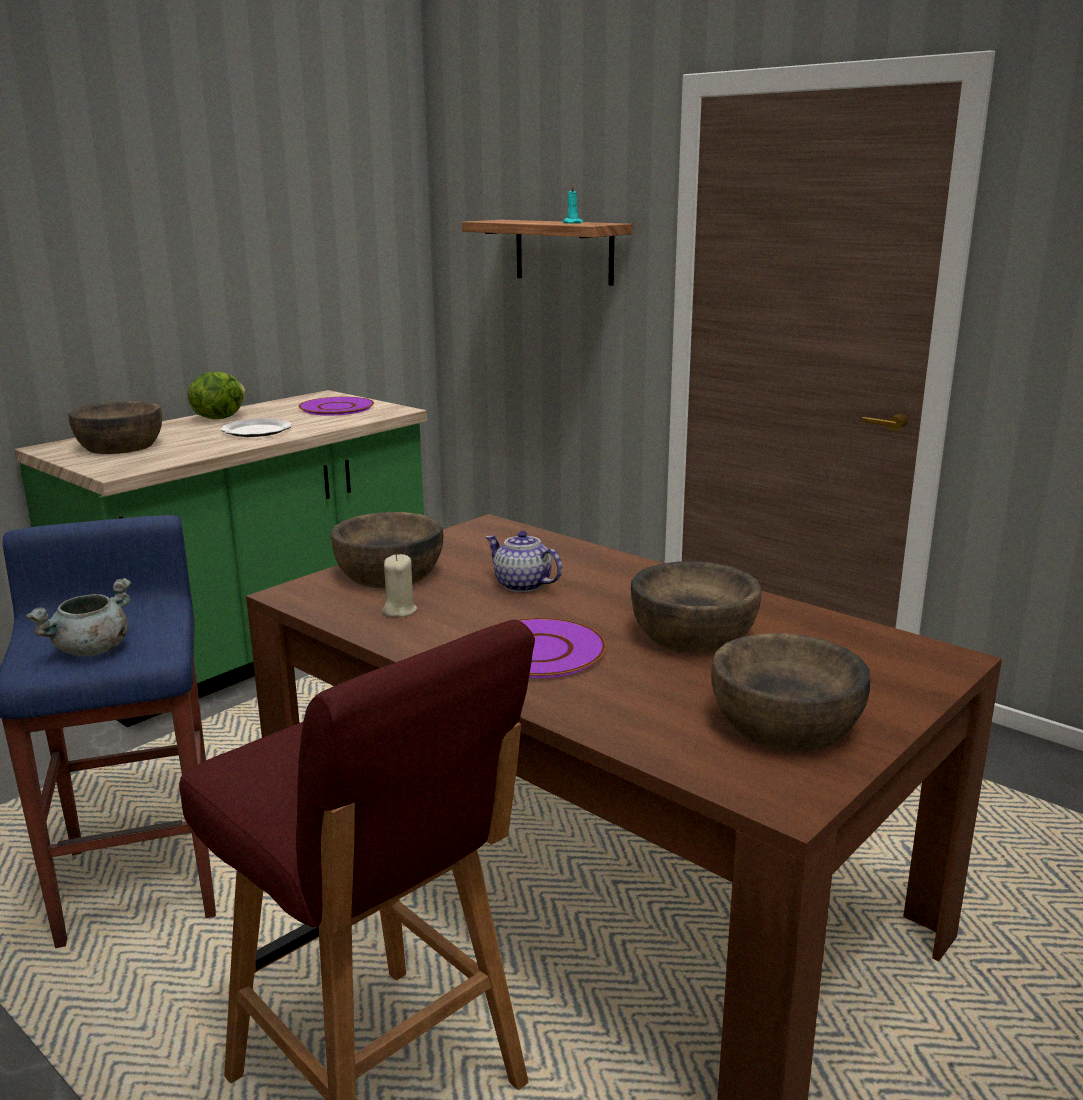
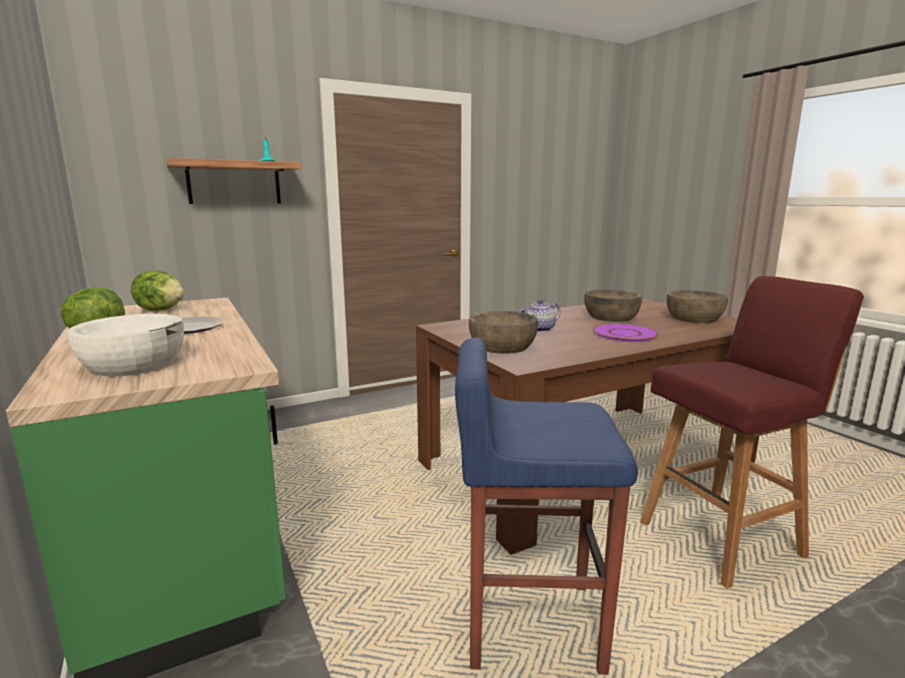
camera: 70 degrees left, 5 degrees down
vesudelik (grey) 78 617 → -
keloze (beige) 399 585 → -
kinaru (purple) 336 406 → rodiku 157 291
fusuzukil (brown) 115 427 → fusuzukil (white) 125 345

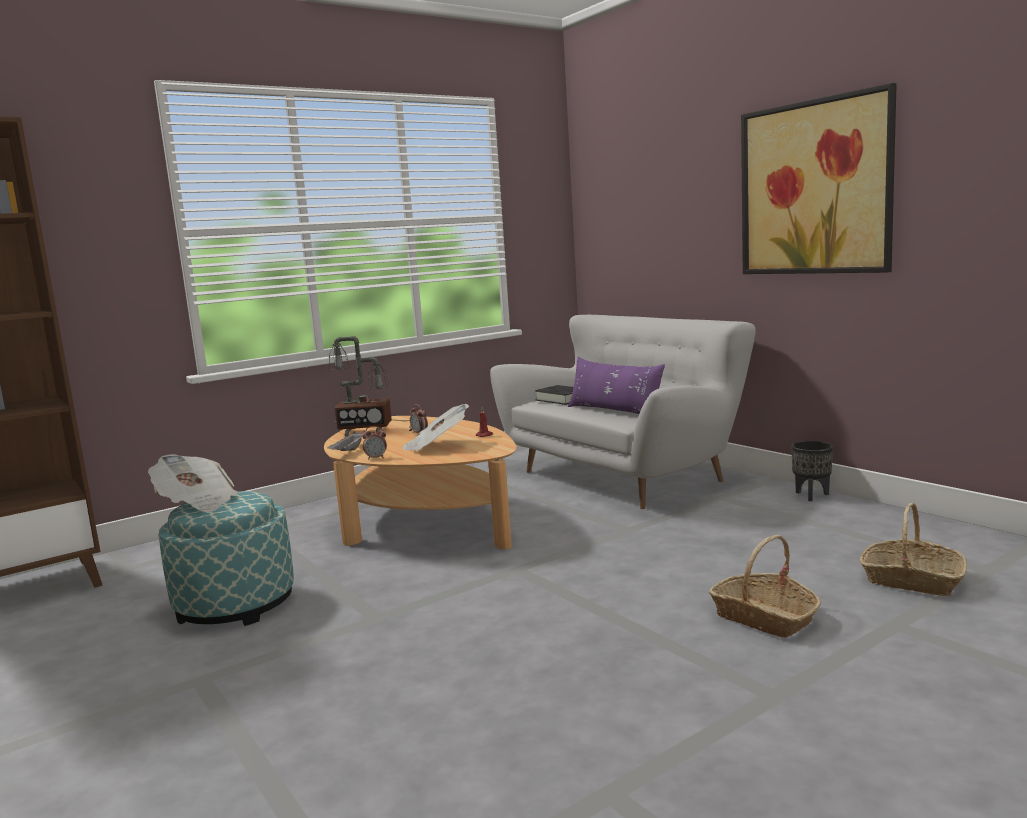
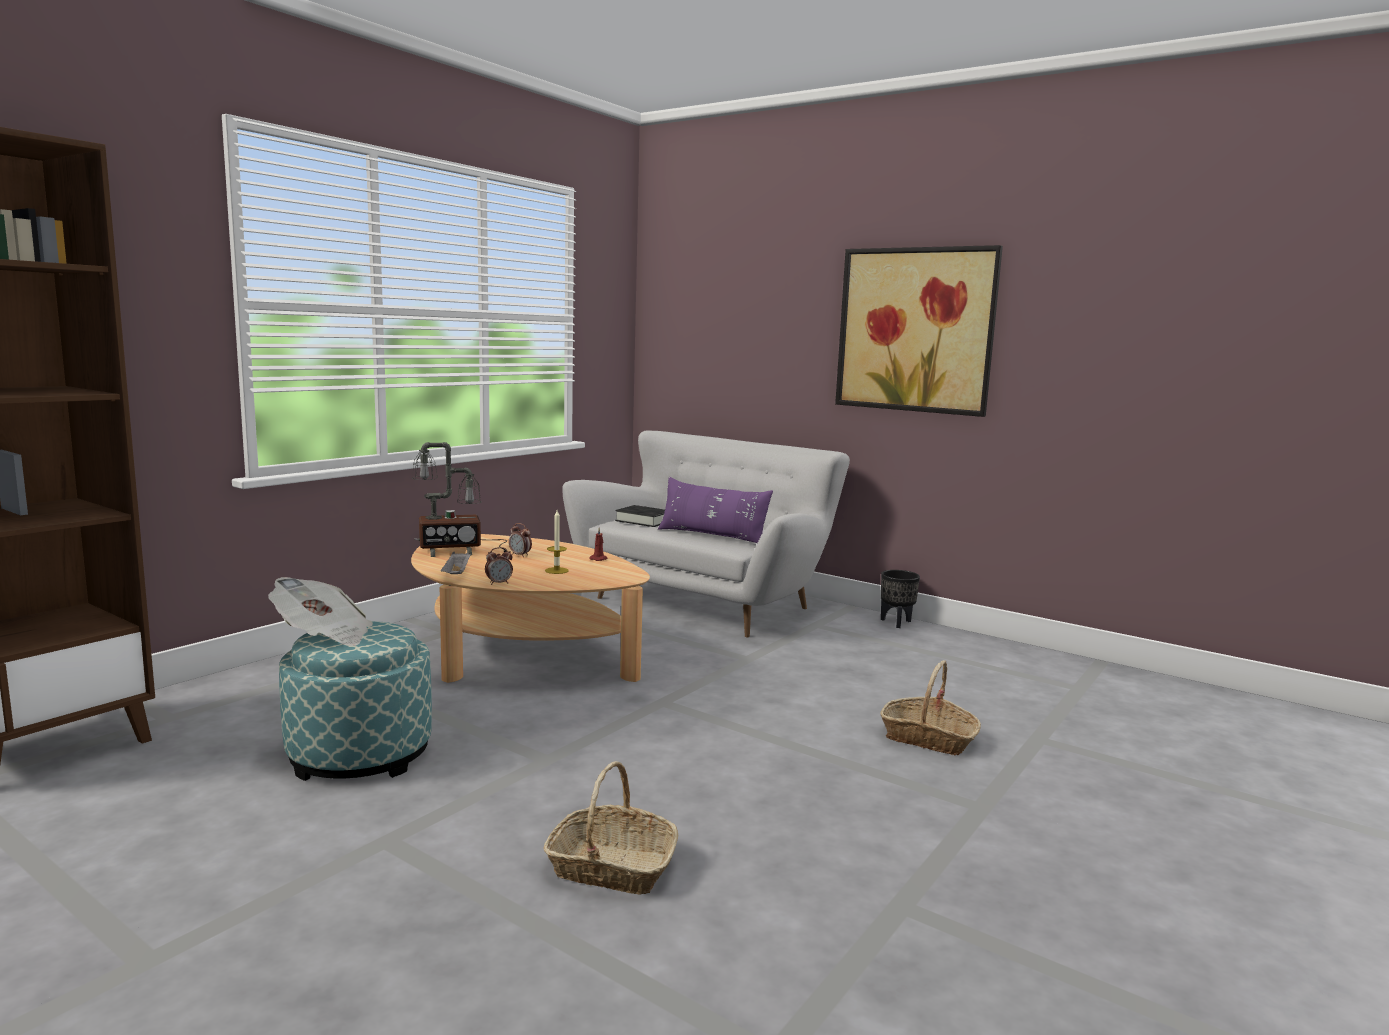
camera: 20 degrees left, 0 degrees up
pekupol 913 549 → pekupol 610 828, shifted
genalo 435 427 → keloze 557 542

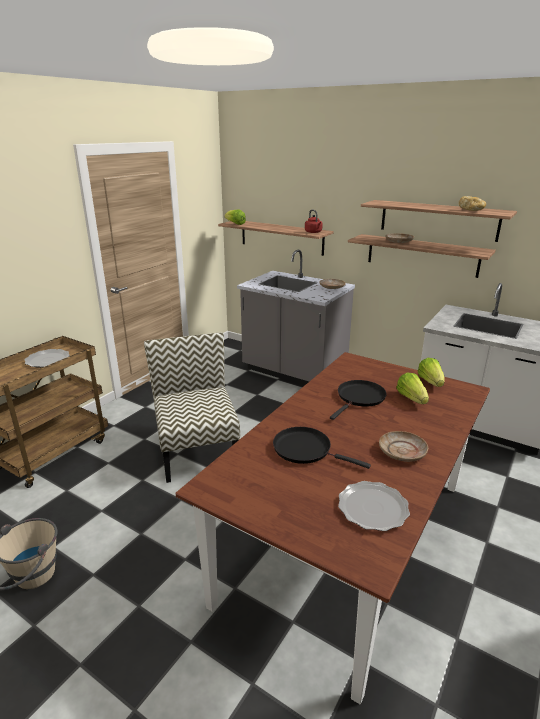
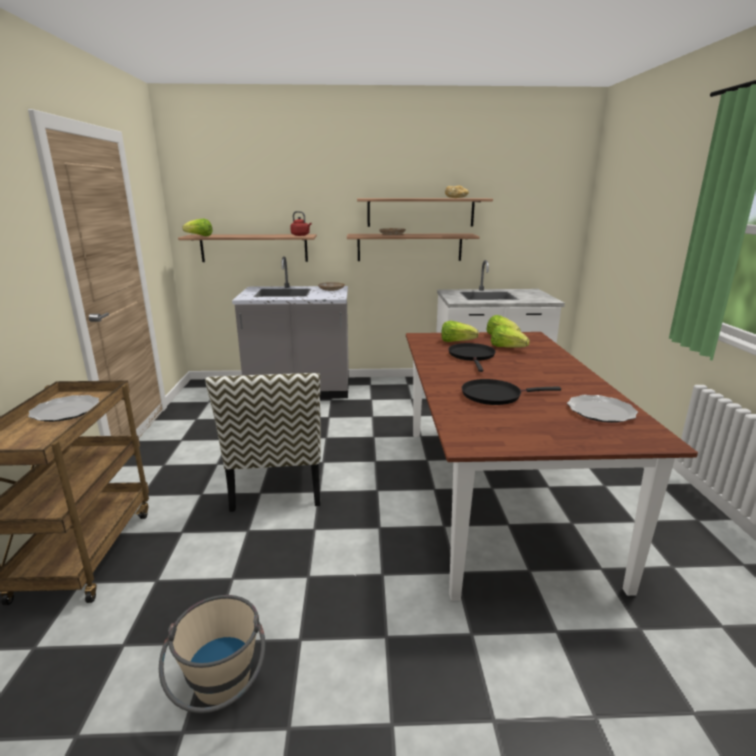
camera: 35 degrees left, 5 degrees down
kinaru (beige) 403 446 → -
- → rodiku 460 331
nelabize 192 408 → nelabize 263 442, 135 degrees counterclockwise

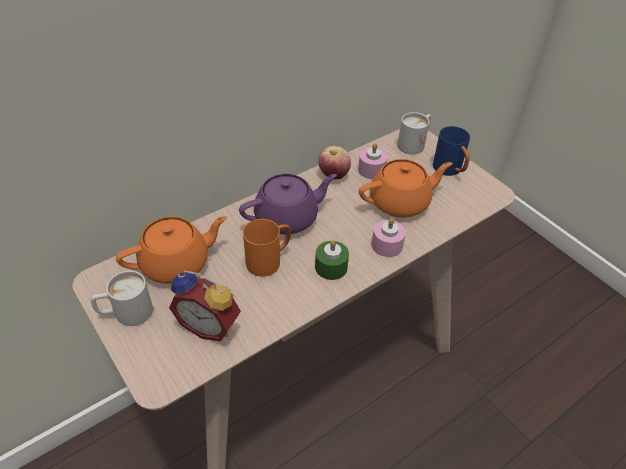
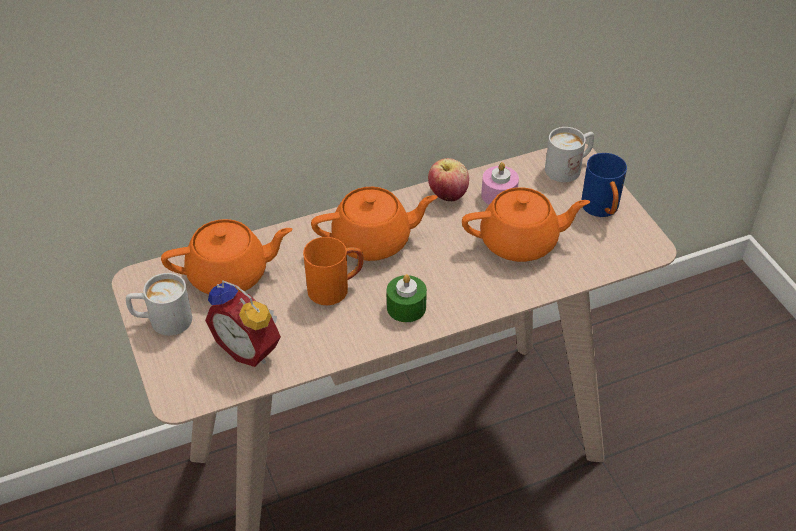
camera: 15 degrees right, 0 degrees up
keloze (pink) 389 237 → -
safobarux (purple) 288 204 → safobarux (orange) 374 224

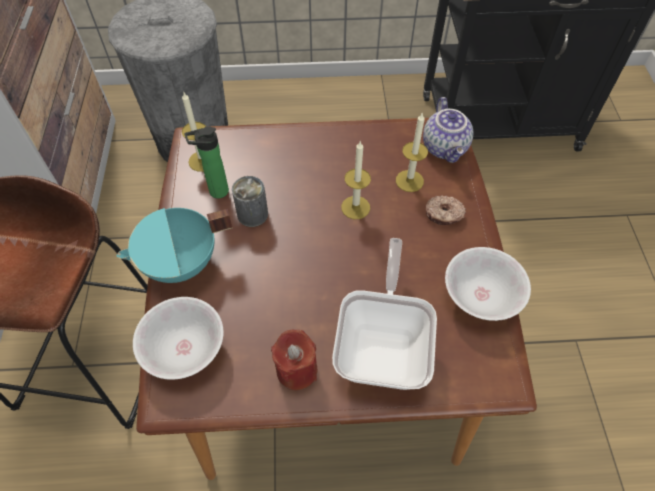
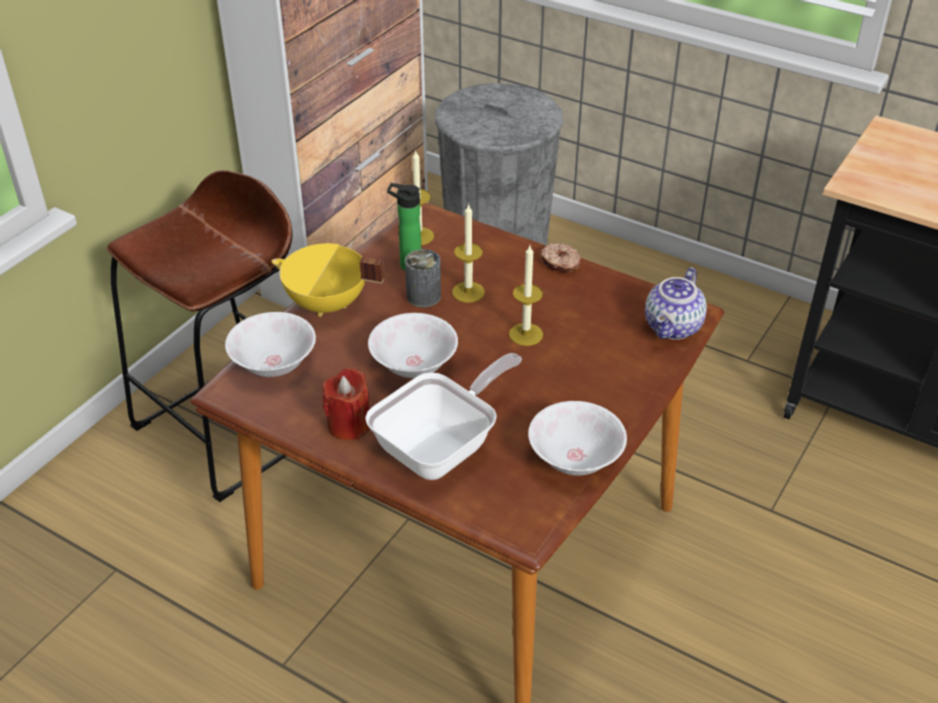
camera: 35 degrees right, 15 degrees down
- → fusuzukil (white) 413 345
keloze 412 152 → keloze 468 253, shifted
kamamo 446 210 → kamamo 560 258, shifted
vesudelik (turquoise) 174 245 → vesudelik (yellow) 328 280

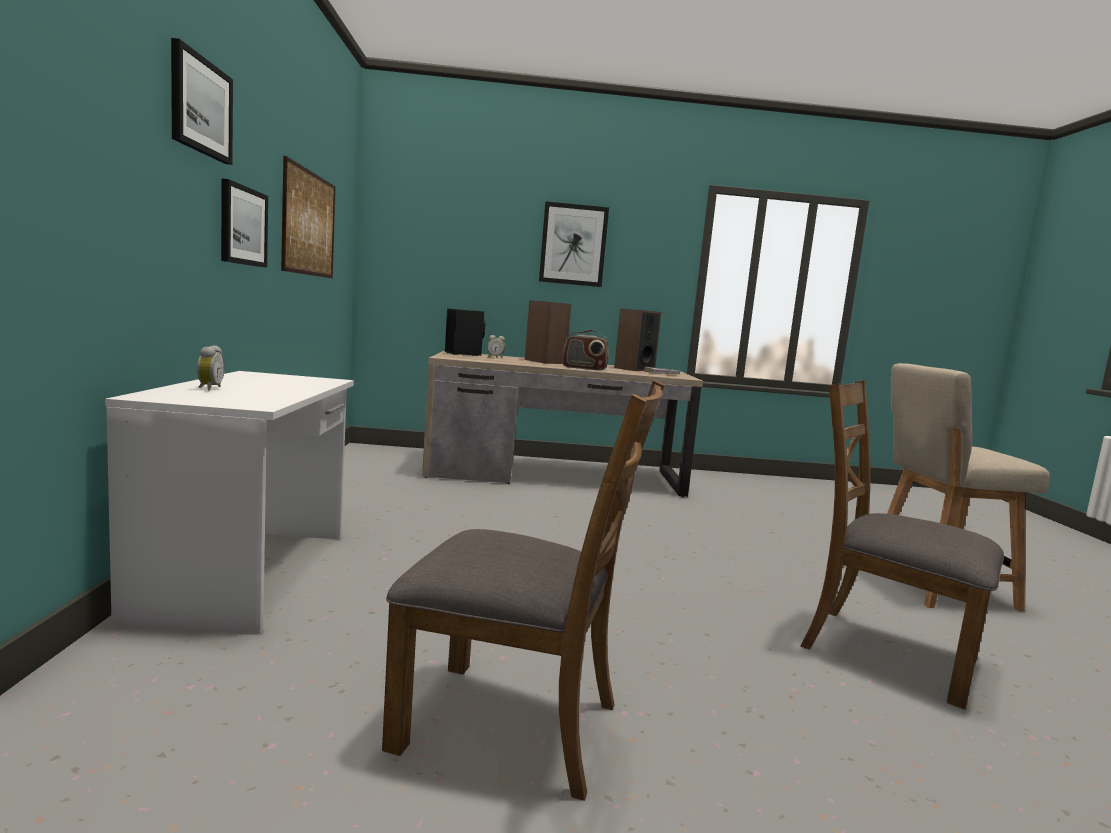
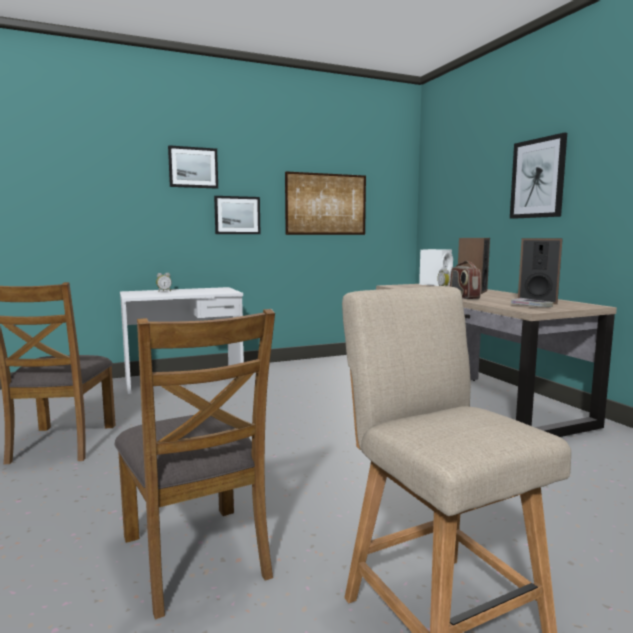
camera: 70 degrees right, 0 degrees up
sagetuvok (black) 465 332 → sagetuvok (white) 436 267
nelabize (brown) 902 545 → nelabize (brown) 195 464, 135 degrees clockwise

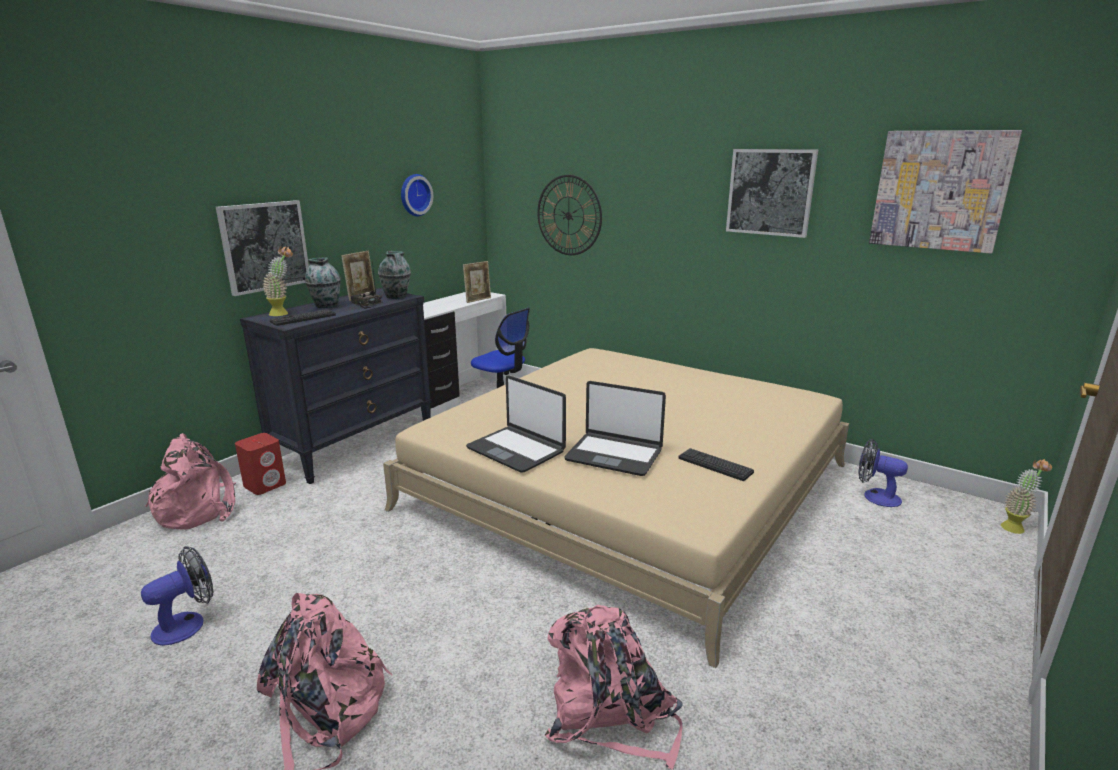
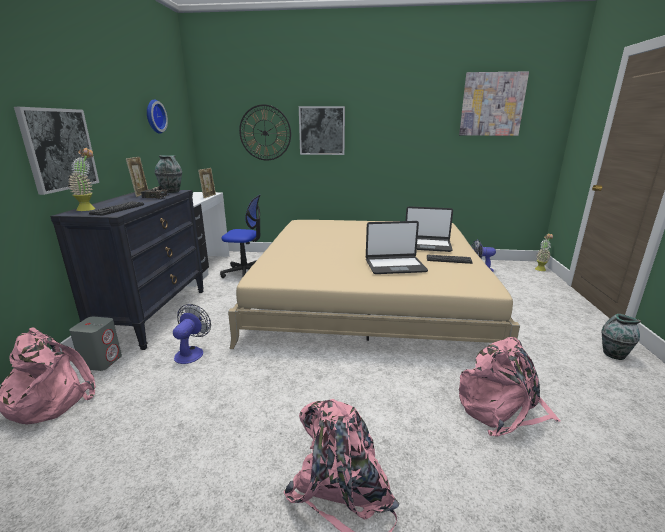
camera: 30 degrees left, 0 degrees up
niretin 177 596 → niretin 192 334, shifted
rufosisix 323 282 → rufosisix 621 337, shifted
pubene 516 423 → pubene 429 229, shifted
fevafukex 772 193 → fevafukex 322 130, shifted
sagetuvok (red) 260 464 → sagetuvok (grey) 95 344

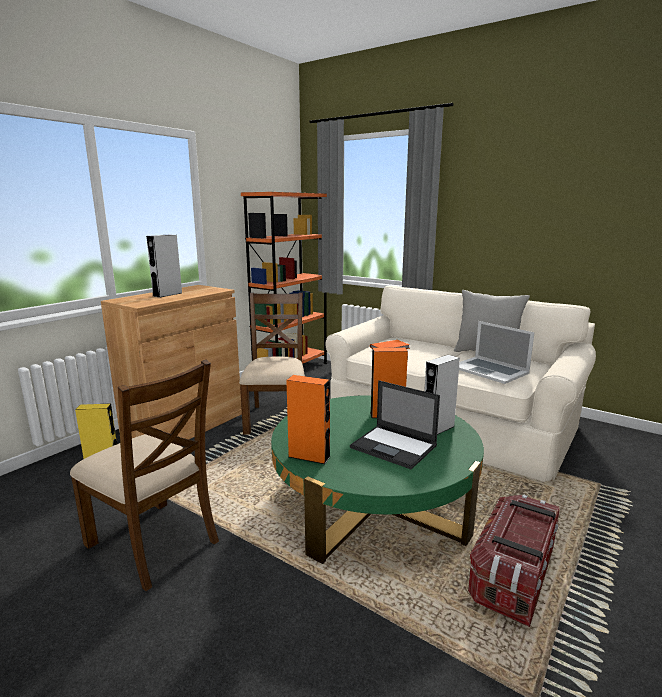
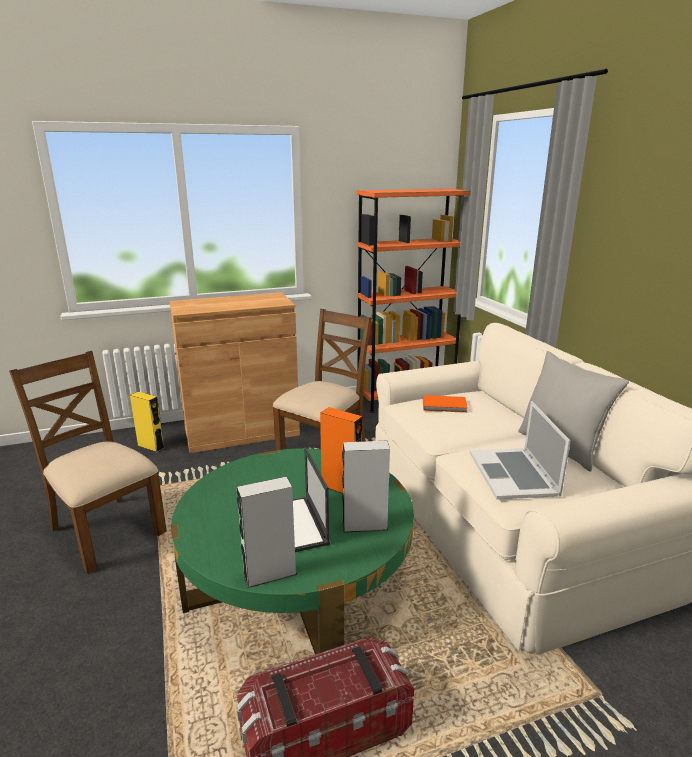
camera: 35 degrees right, 5 degrees up
sagetuvok (orange) 308 419 → -
sagetuvok (grey) 164 266 → sagetuvok (grey) 267 532, shifted
nelabize (brown) 144 475 → nelabize (brown) 88 462, 150 degrees clockwise

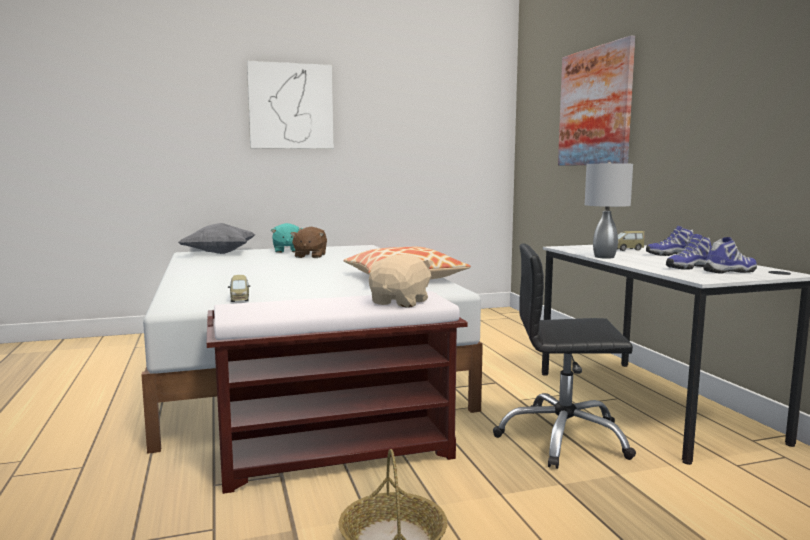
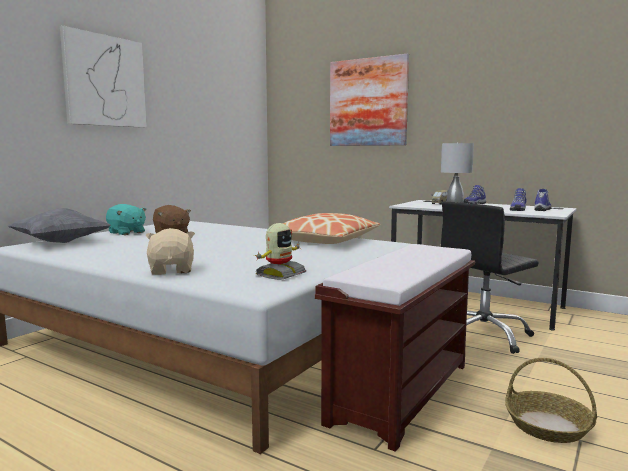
camera: 40 degrees left, 0 degrees up
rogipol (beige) 401 281 → rogipol (beige) 170 251, shifted
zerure 239 288 → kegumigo 280 251

